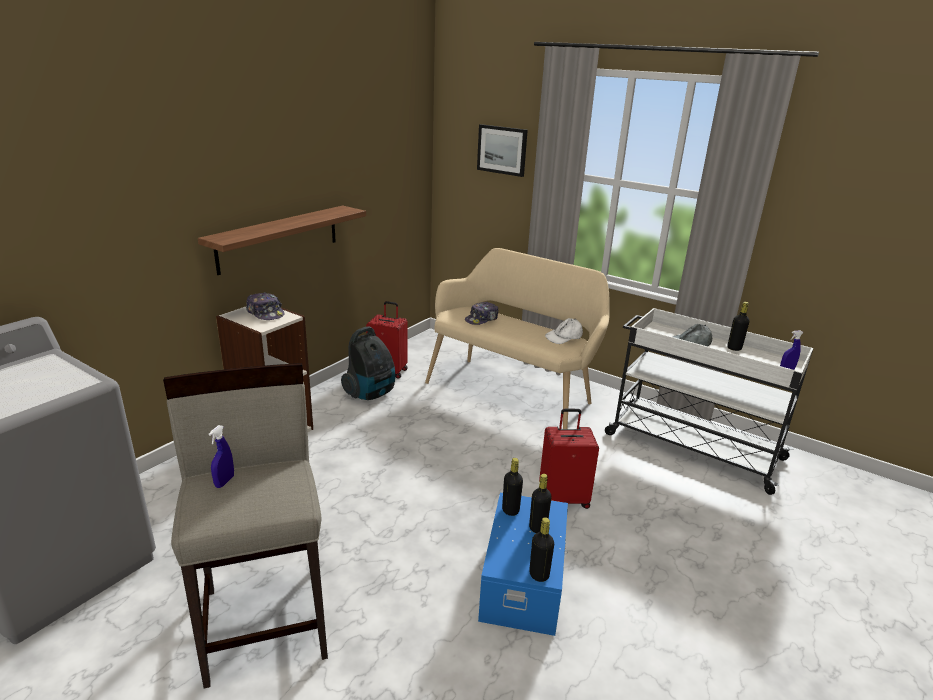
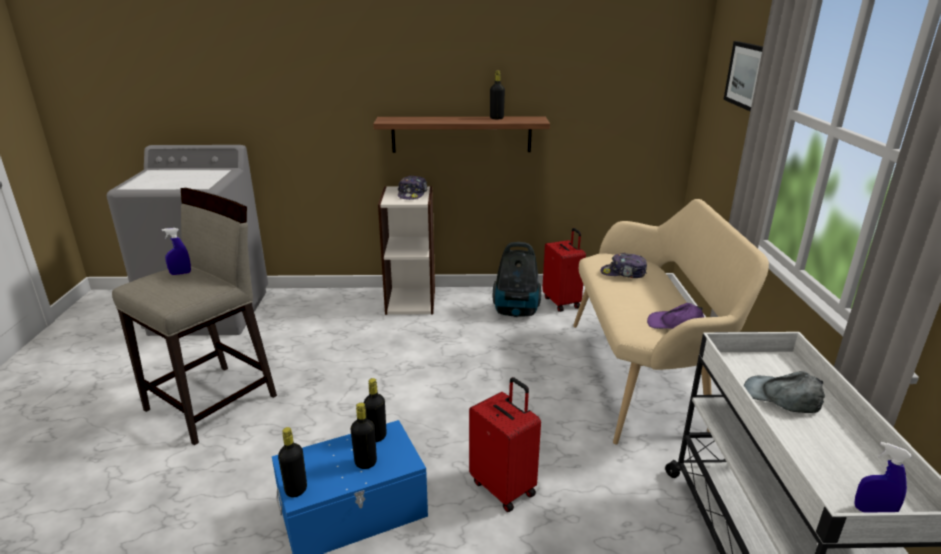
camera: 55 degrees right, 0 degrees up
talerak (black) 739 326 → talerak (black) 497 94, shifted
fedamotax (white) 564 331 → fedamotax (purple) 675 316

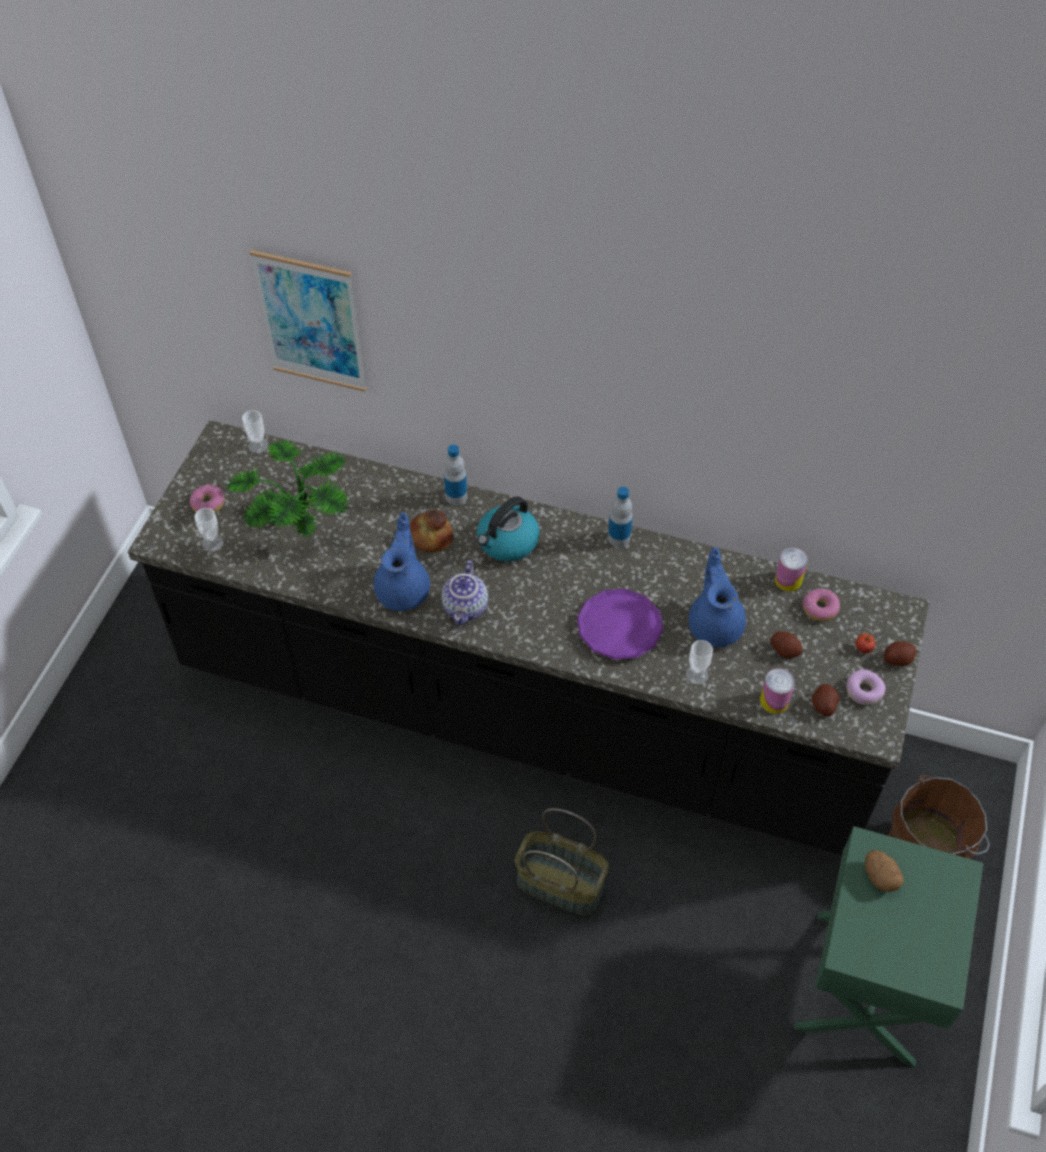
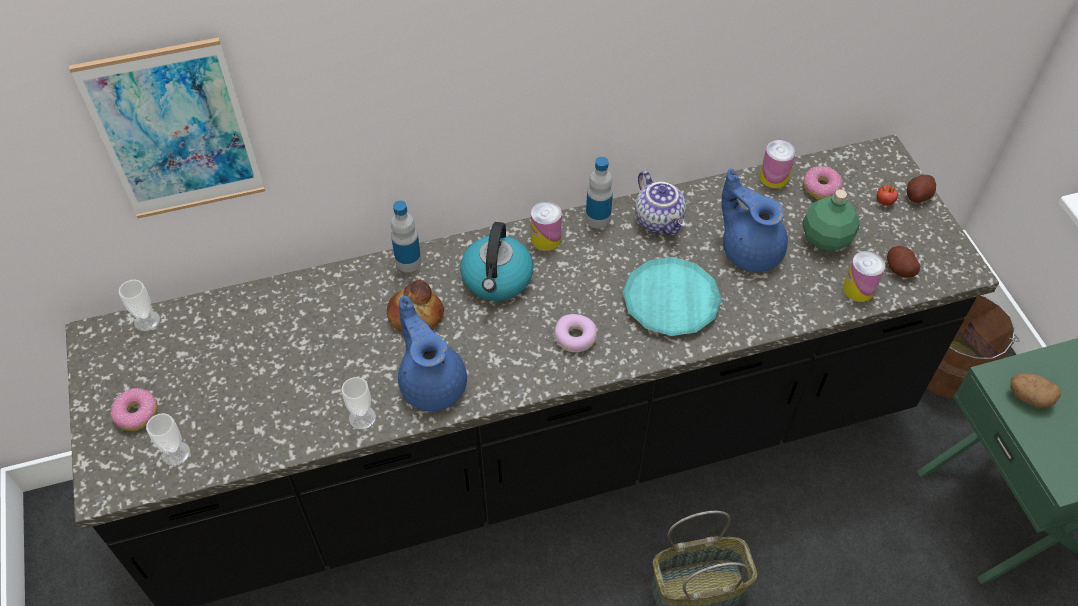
camera: 35 degrees left, 0 degrees up
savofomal 288 488 → -
- → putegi 546 226
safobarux 464 592 → safobarux 660 203, shifted
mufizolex 699 662 → mufizolex 358 403, shifted
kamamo 866 687 → kamamo 575 333, shifted
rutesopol 787 645 → talerak (green) 831 220
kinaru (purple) 620 624 → kinaru (turquoise) 672 296

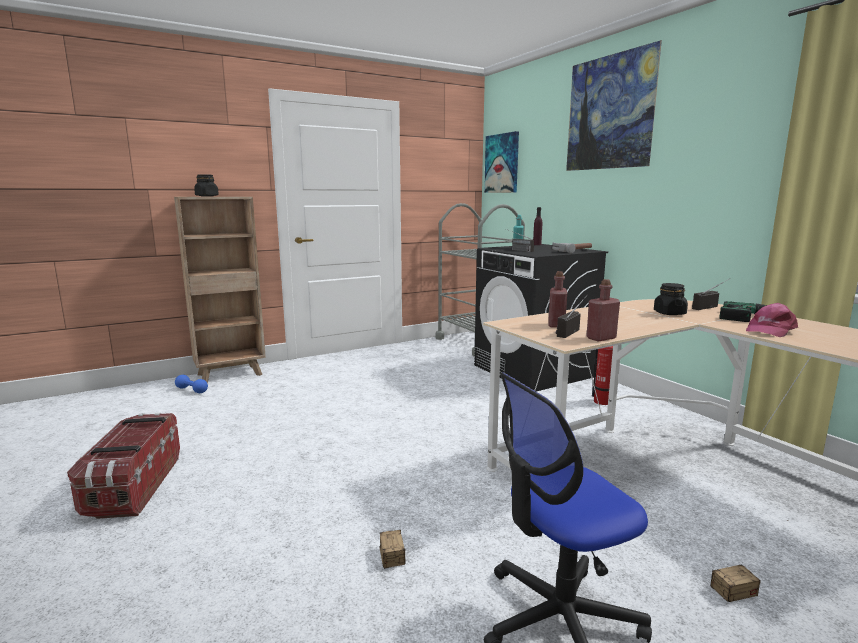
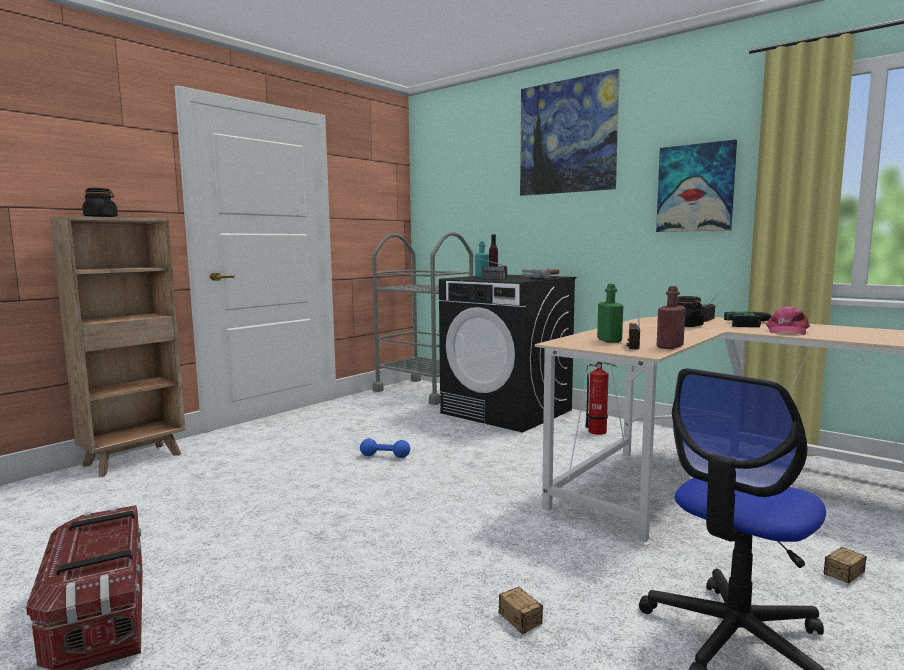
camera: 20 degrees left, 5 degrees down
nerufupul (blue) 191 384 → nerufupul (blue) 385 448, shifted
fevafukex 501 162 → fevafukex 696 186, shifted
talerak (red) 557 299 → talerak (green) 610 313

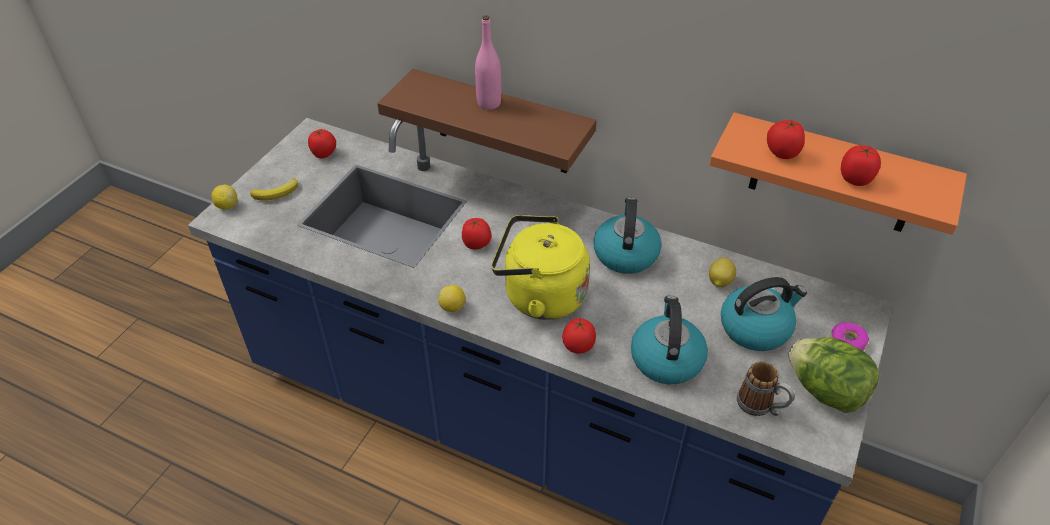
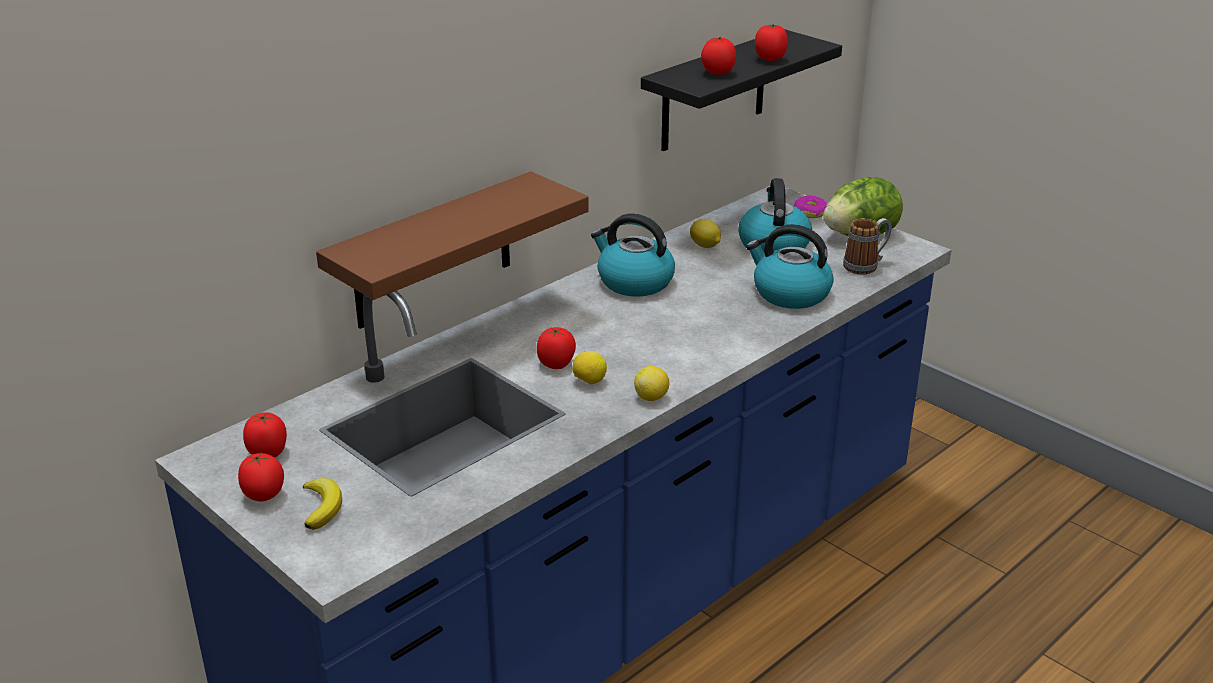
camera: 70 degrees left, 15 degrees down
talerak (pink) 488 62 → -
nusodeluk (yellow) 540 267 → -
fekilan 224 197 → fekilan 589 368, shifted
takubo 579 335 → takubo 261 477, shifted
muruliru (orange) 838 174 → muruliru (black) 741 90

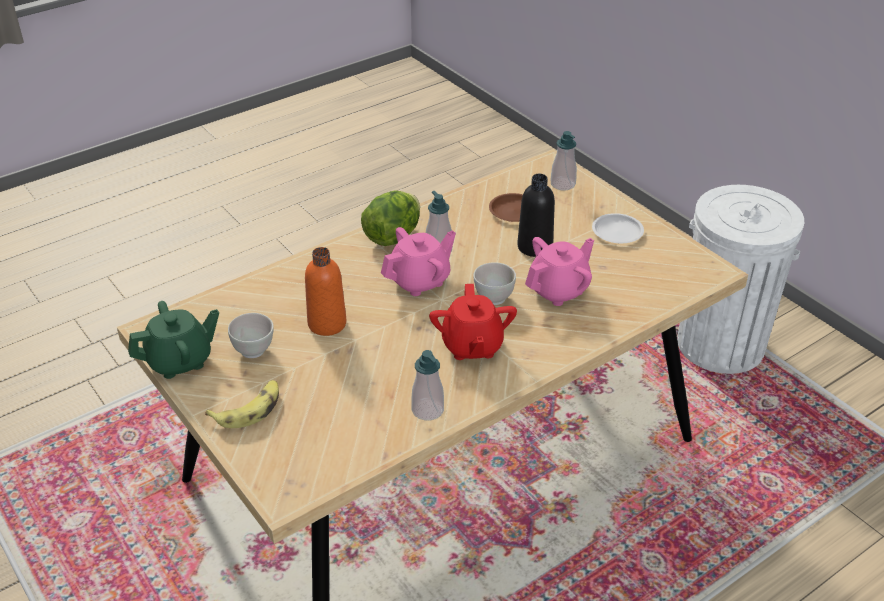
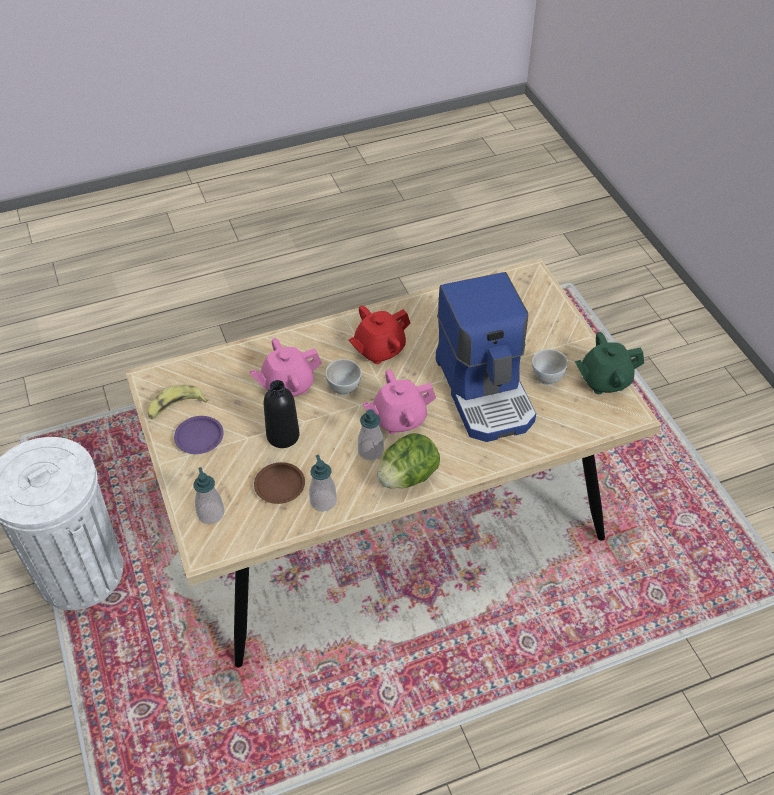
camera: 165 degrees left, 10 degrees up
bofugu 242 404 → bofugu 178 402, shifted
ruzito 427 385 → ruzito 323 483, shifted
talerak (orange) 325 291 → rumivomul 486 357
kinaru (white) 618 228 → kinaru (purple) 199 435
safobarux (red) 473 322 → safobarux (red) 379 335, 135 degrees counterclockwise

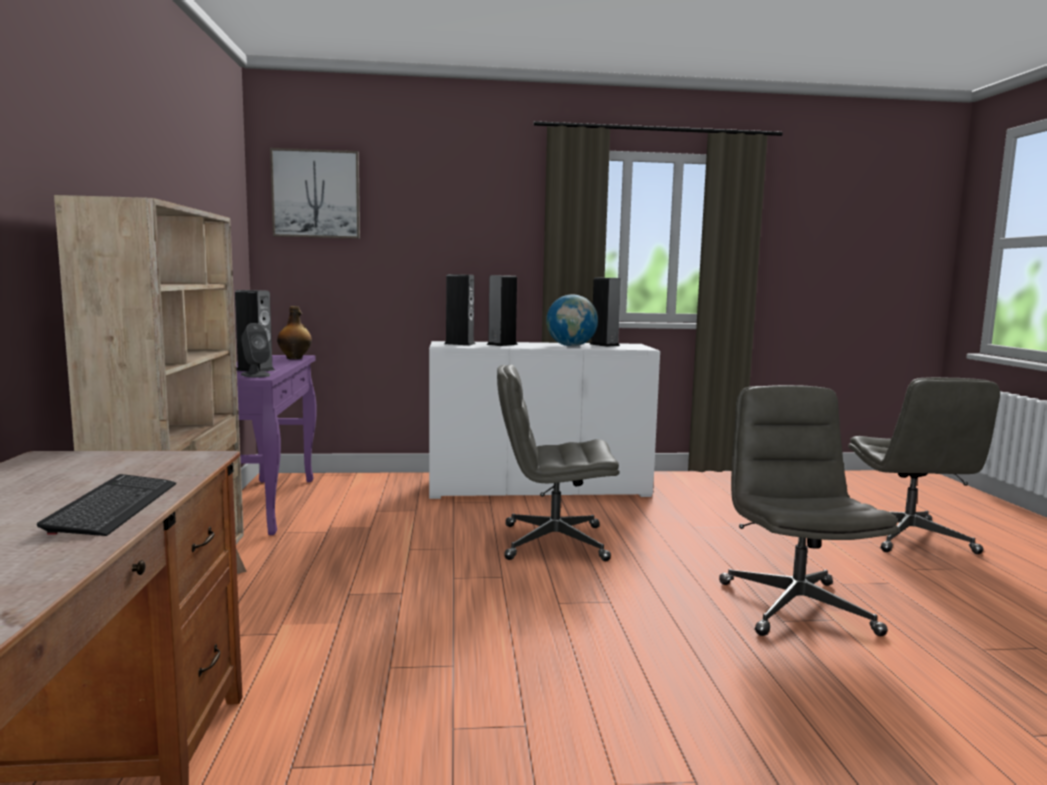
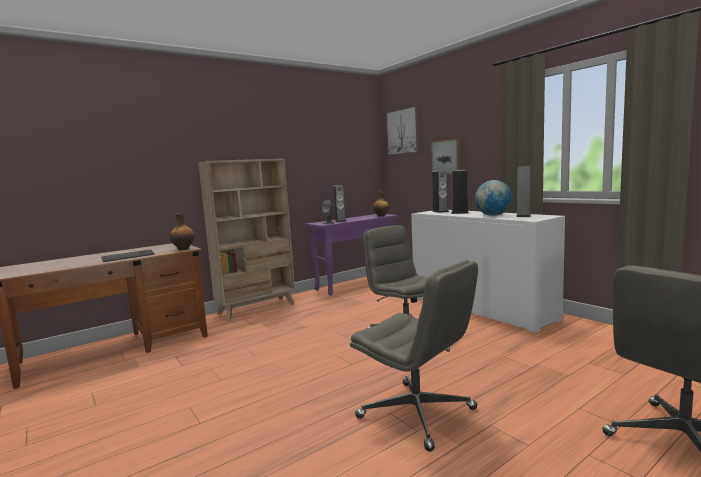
camera: 60 degrees right, 0 degrees up
- → talerak 182 231
- → fevafukex 446 156
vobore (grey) 809 510 → vobore (grey) 414 356, 75 degrees clockwise

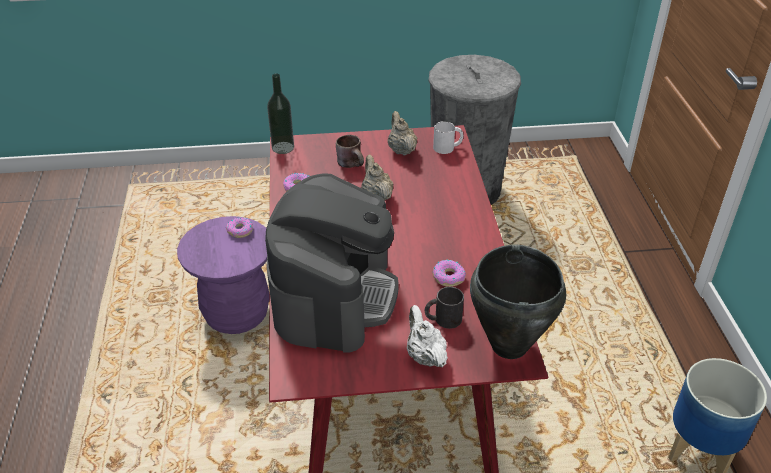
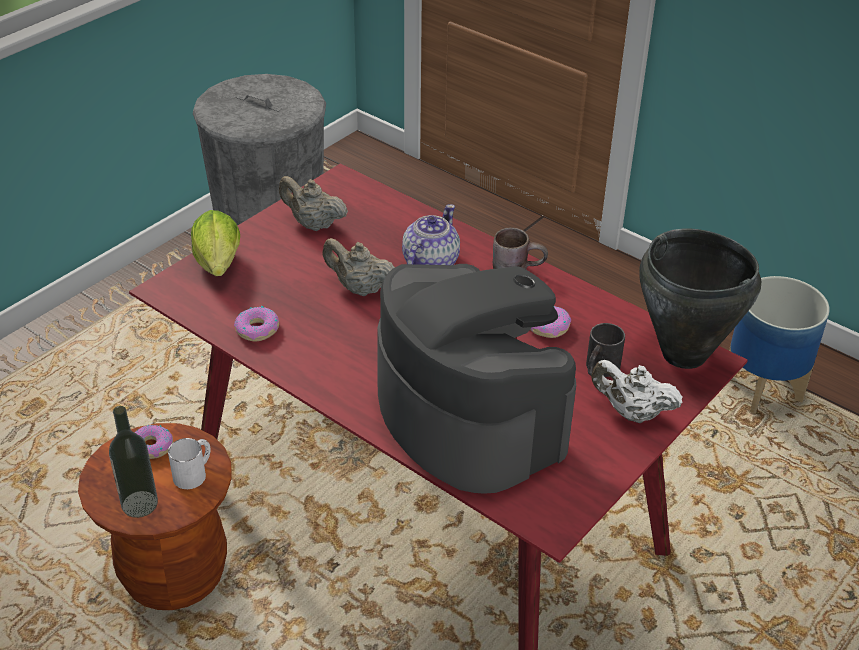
camera: 45 degrees left, 0 degrees up
- → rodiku 215 243
- → safobarux 431 234
talerak 280 114 → talerak 133 462, shifted
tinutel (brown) 350 151 → tinutel (brown) 520 248, shifted
tinutel (white) 448 137 → tinutel (white) 189 463, shifted
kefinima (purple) 223 275 → kefinima (brown) 155 516

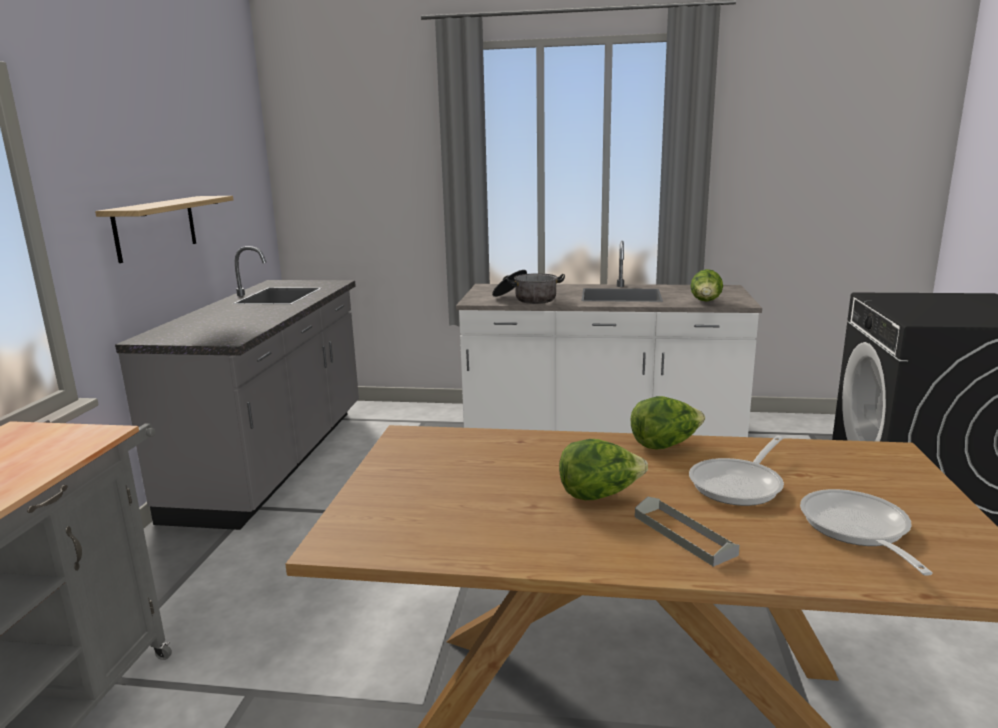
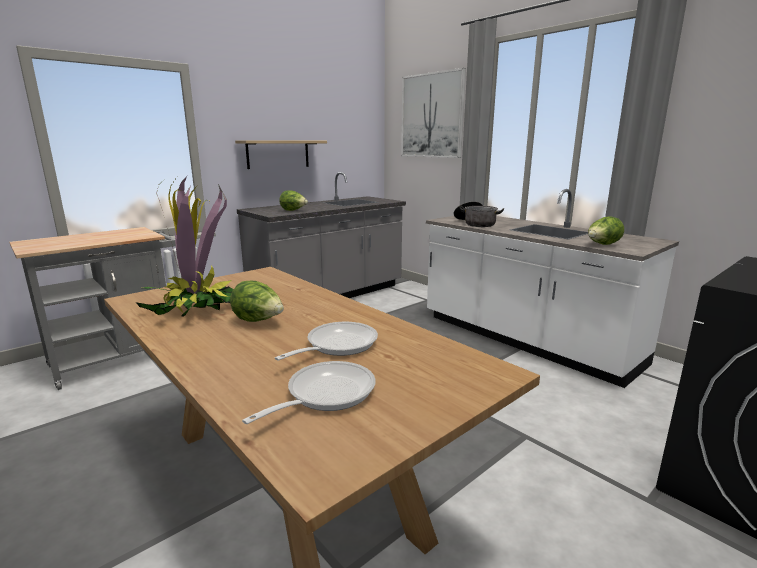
camera: 40 degrees right, 0 degrees up
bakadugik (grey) 687 531 → -
- → savofomal 185 246
- → fevafukex 433 113
rodiku 668 423 → rodiku 293 200, shifted
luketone 736 471 → luketone 326 341, 135 degrees clockwise

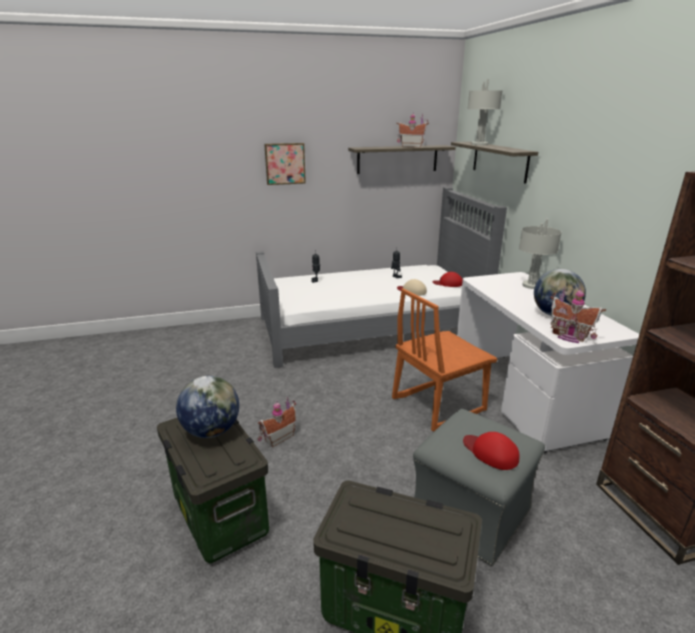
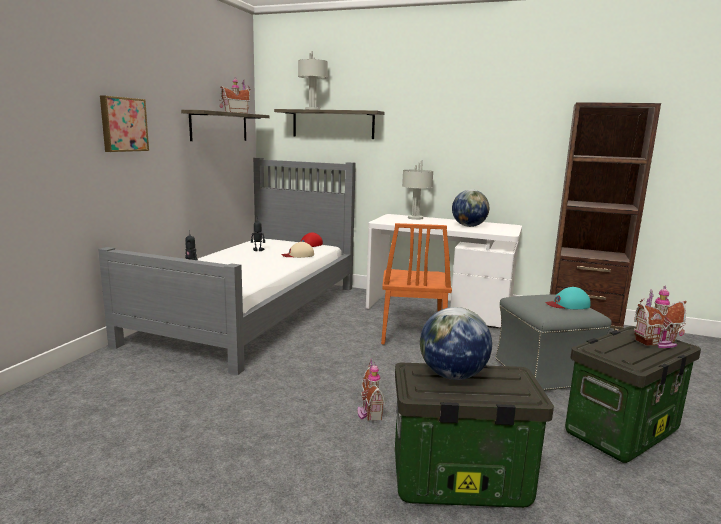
camera: 55 degrees left, 10 degrees down
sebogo 578 315 → sebogo 660 317, shifted
fedamotax (red) 491 451 → fedamotax (turquoise) 568 298

